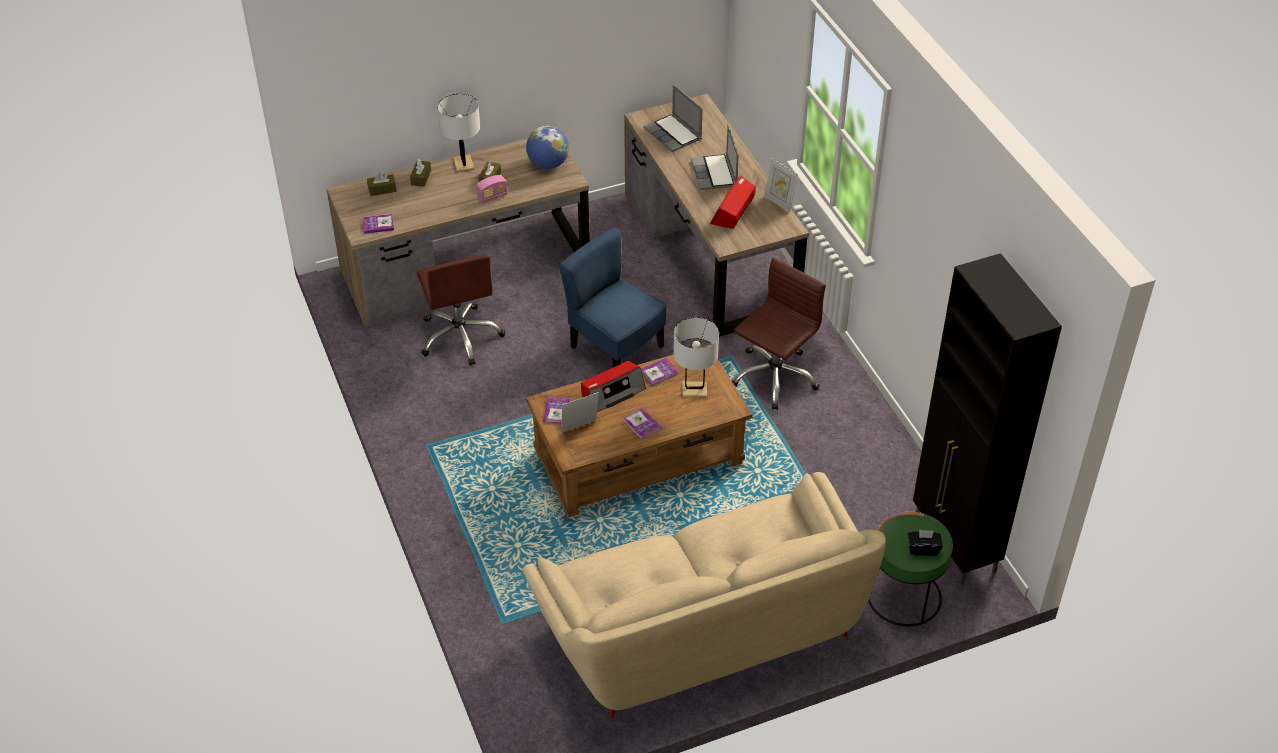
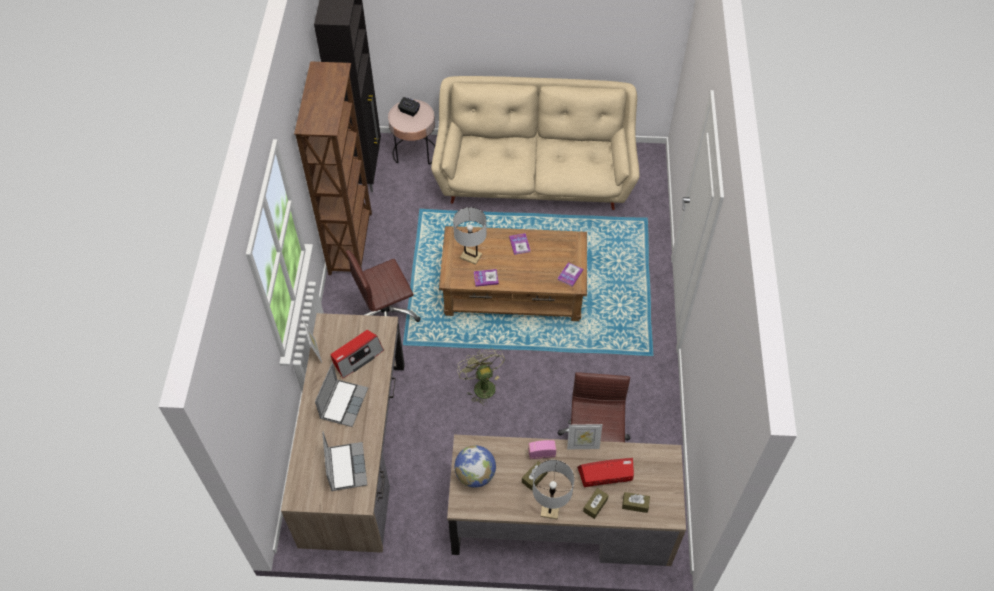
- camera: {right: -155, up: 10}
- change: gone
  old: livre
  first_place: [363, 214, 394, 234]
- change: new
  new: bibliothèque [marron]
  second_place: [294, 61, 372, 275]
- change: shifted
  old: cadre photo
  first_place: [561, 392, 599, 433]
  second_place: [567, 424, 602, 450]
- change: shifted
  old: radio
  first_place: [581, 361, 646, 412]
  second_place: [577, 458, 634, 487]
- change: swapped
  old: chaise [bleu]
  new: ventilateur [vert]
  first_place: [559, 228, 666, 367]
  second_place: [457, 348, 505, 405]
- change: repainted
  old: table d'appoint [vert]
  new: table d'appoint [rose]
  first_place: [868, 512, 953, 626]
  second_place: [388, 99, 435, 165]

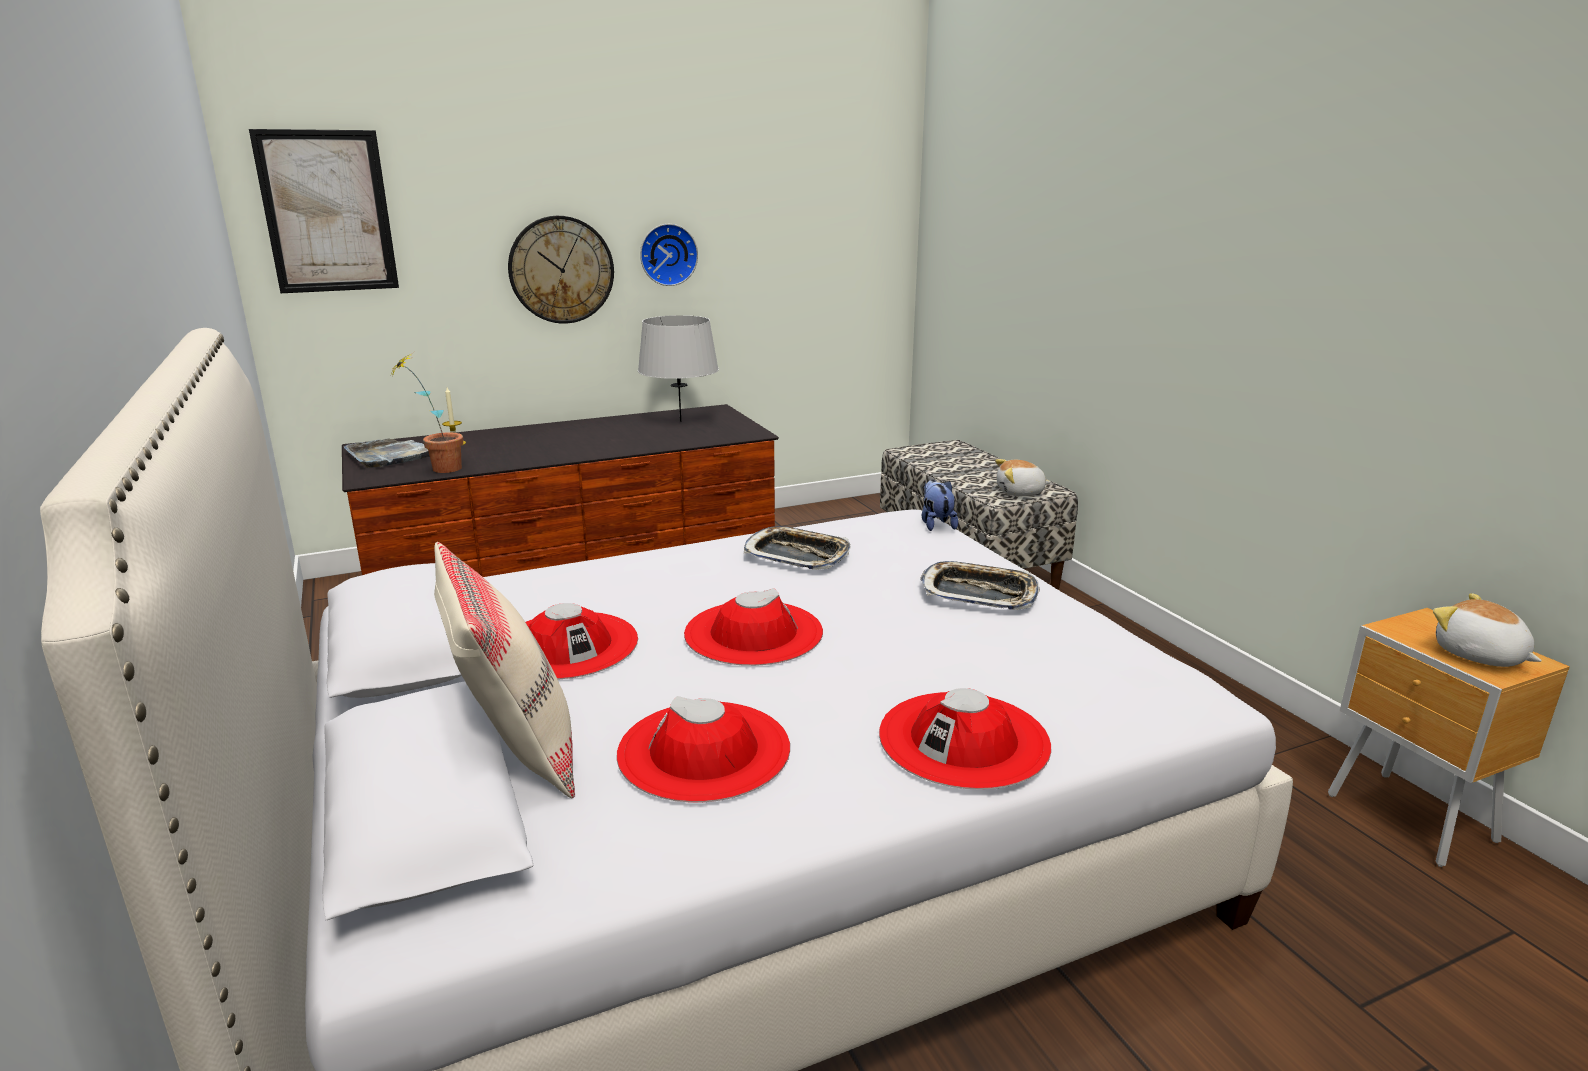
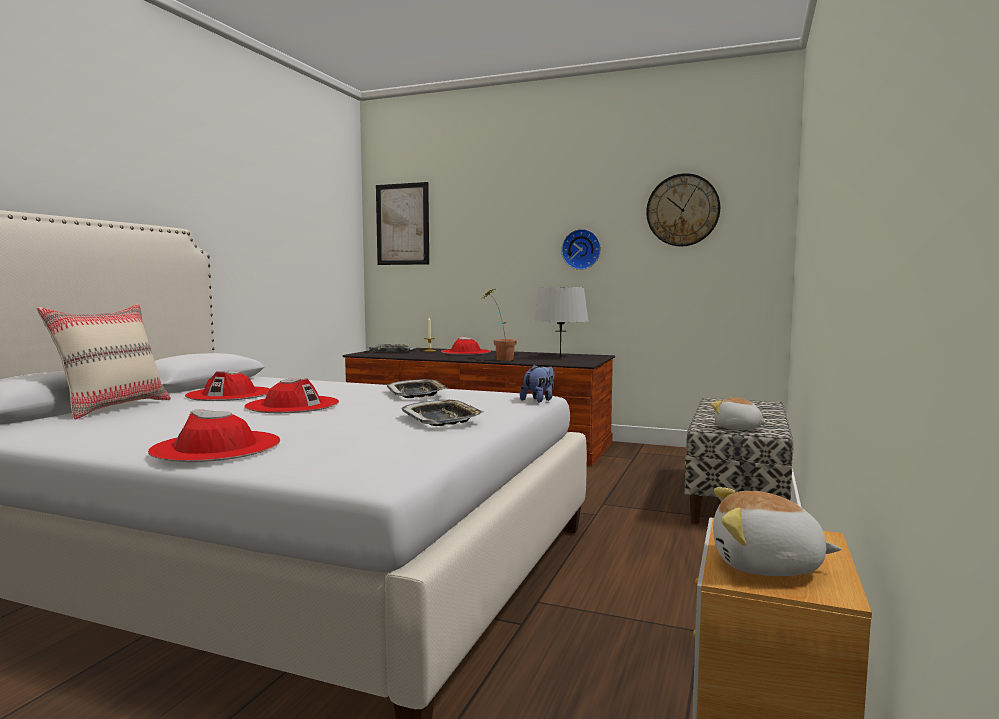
- camera: {right: 45, up: -15}
- change: shifted
  old: plante en pot
  first_place: [391, 354, 463, 473]
  second_place: [483, 288, 517, 361]
- change: shifted
  old: horloge murale
  first_place: [508, 216, 614, 324]
  second_place: [646, 173, 720, 246]
- change: shifted
  old: chapeau [rouge]
  first_place: [617, 696, 790, 802]
  second_place: [441, 336, 491, 355]
- change: rotated
  old: peluche
  first_place: [1433, 593, 1542, 667]
  second_place: [713, 487, 841, 576]
  degrees: -90

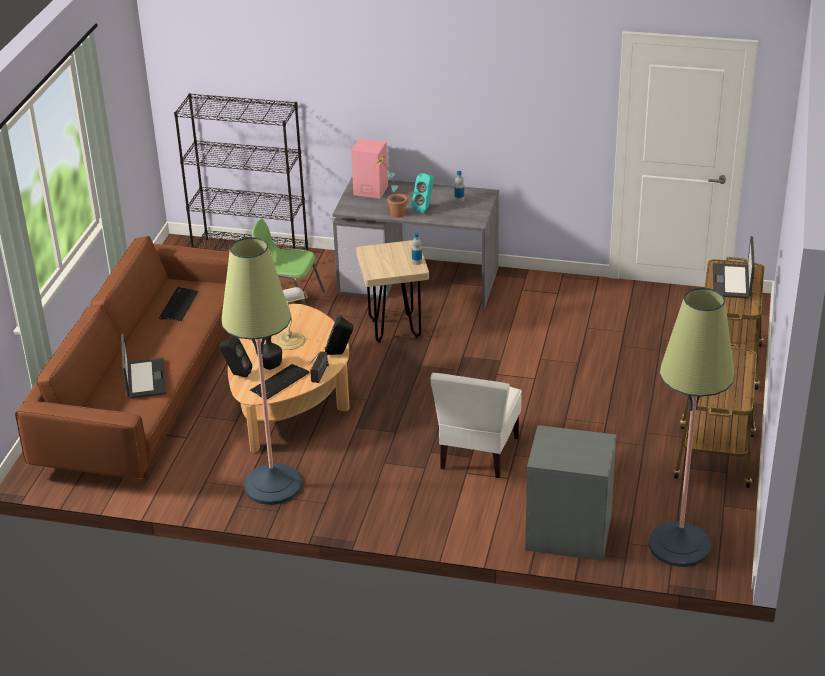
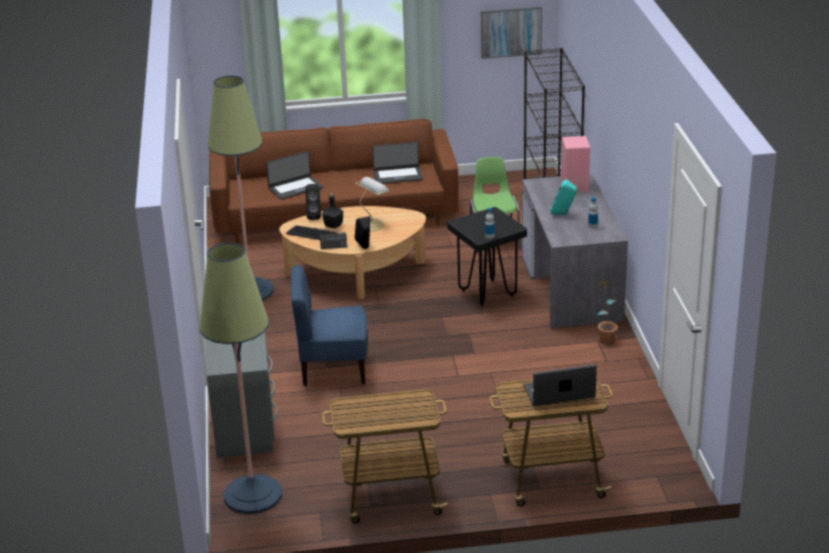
- camera: {right: 70, up: -5}
- change: new
  new: tableau
  second_place: [481, 6, 542, 59]
- change: shifted
  old: plante en pot
  first_place: [374, 156, 408, 218]
  second_place: [597, 282, 618, 345]
- change: swapped
  old: clavier
  new: ordinateur portable
  first_place: [159, 287, 199, 321]
  second_place: [372, 142, 423, 184]
- change: repainted
  old: tabouret [beige]
  new: tabouret [noir]
  first_place: [356, 240, 429, 343]
  second_place: [447, 207, 527, 307]
- change: repainted
  old: chaise [blanc]
  new: chaise [bleu]
  first_place: [430, 373, 522, 478]
  second_place: [291, 265, 368, 386]

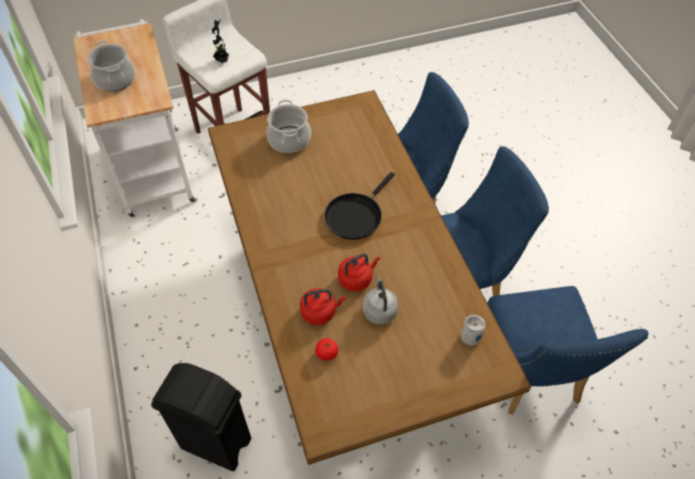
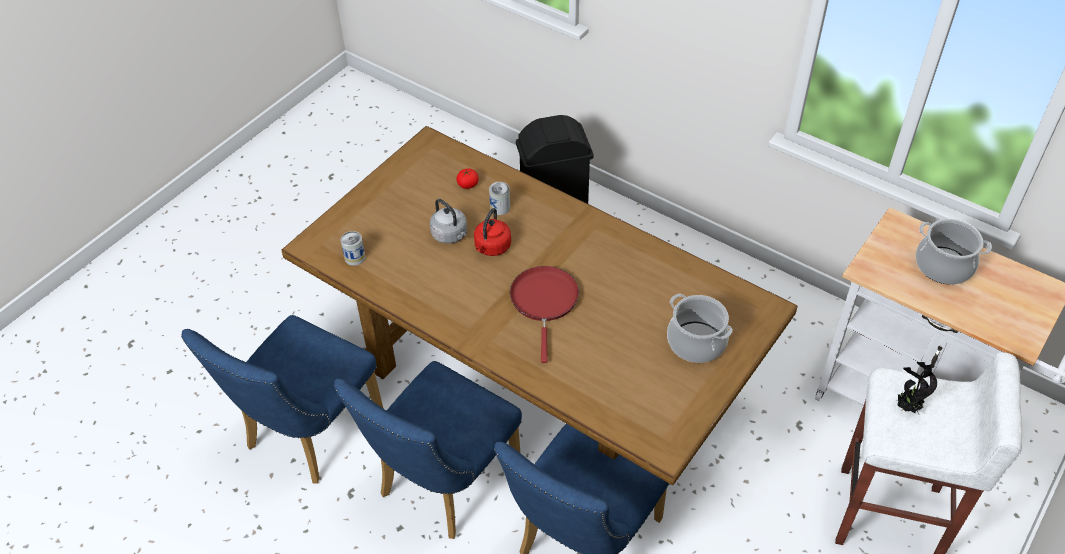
- camera: {right: 145, up: -5}
- change: swapped
  old: bouilloire [rouge]
  new: boîte métallique
  first_place: [300, 288, 346, 325]
  second_place: [489, 182, 510, 215]
- change: repainted
  old: poêle [noir]
  new: poêle [rouge]
  first_place: [324, 172, 395, 240]
  second_place: [510, 266, 579, 363]
- change: rotated
  old: chaise [bleu]
  first_place: [488, 286, 649, 415]
  second_place: [181, 315, 383, 484]
  degrees: -105

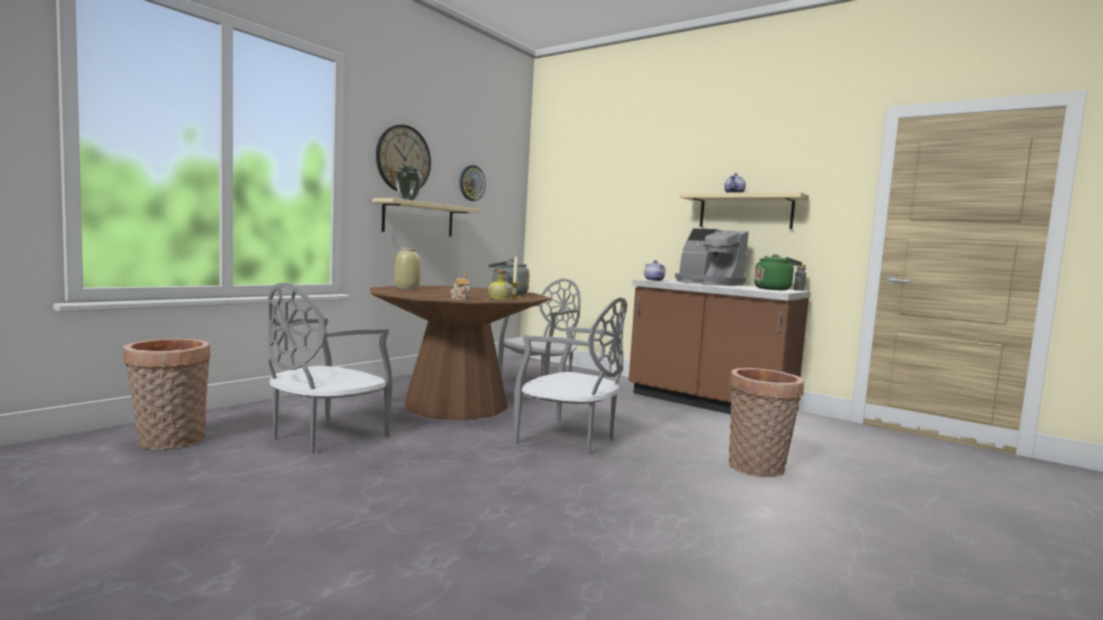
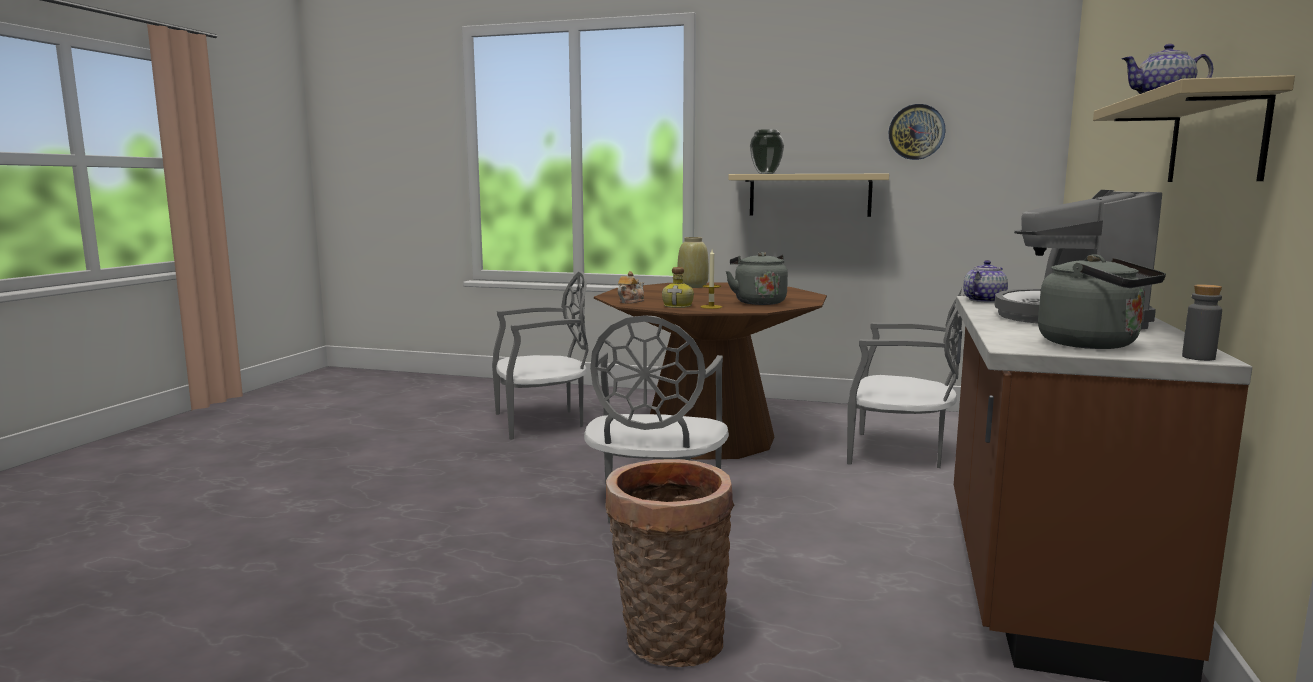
- camera: {right: 70, up: 5}
- change: gone
  old: panier
  first_place: [123, 339, 210, 449]
- change: gone
  old: horloge murale
  first_place: [376, 125, 431, 191]
- change: repainted
  old: bouilloire [vert]
  new: bouilloire [gris]
  first_place: [754, 254, 802, 290]
  second_place: [1038, 254, 1166, 349]
- change: rotated
  old: chaise [gris]
  first_place: [268, 282, 393, 453]
  second_place: [492, 271, 588, 440]
  degrees: 150

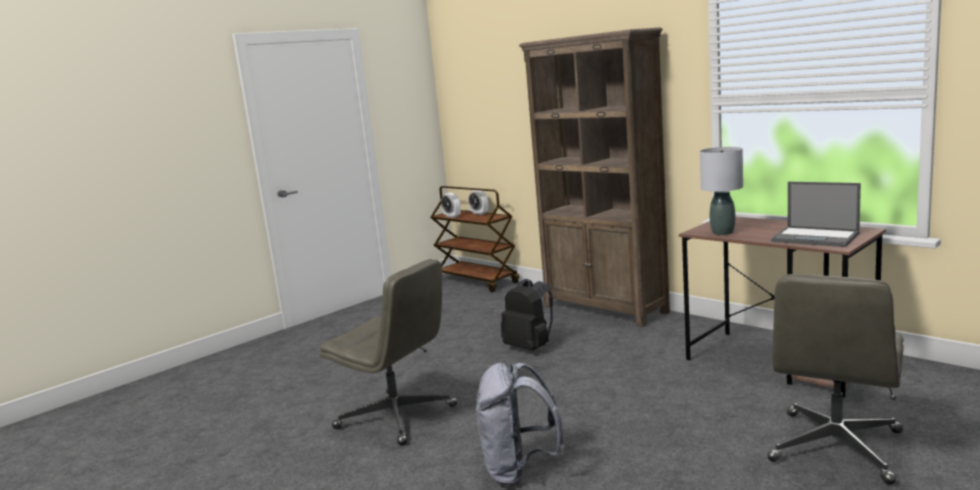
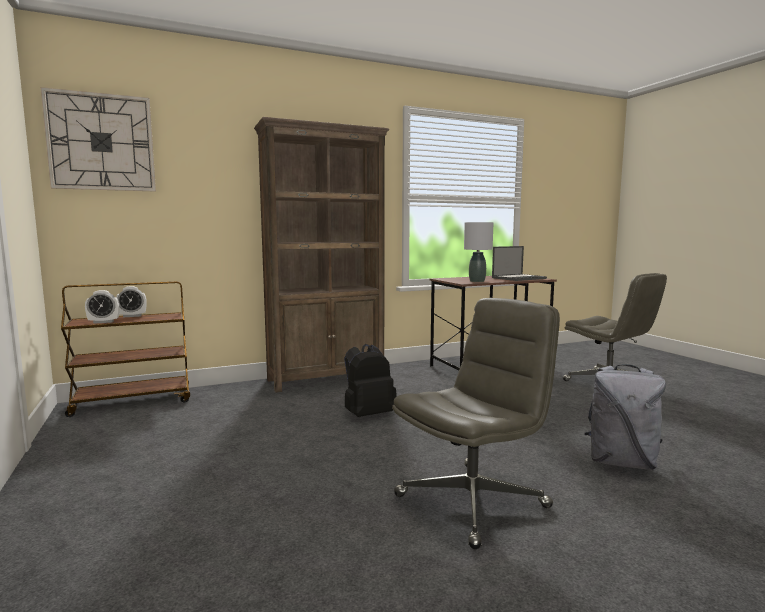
- camera: {right: -70, up: -5}
- change: new
  new: horloge murale
  second_place: [41, 87, 156, 192]

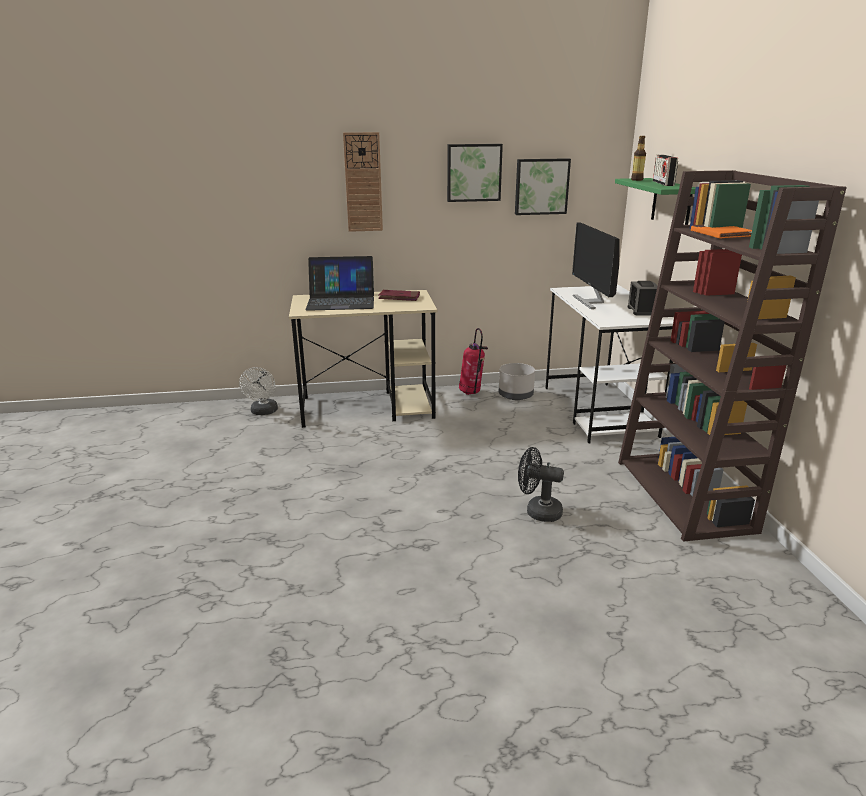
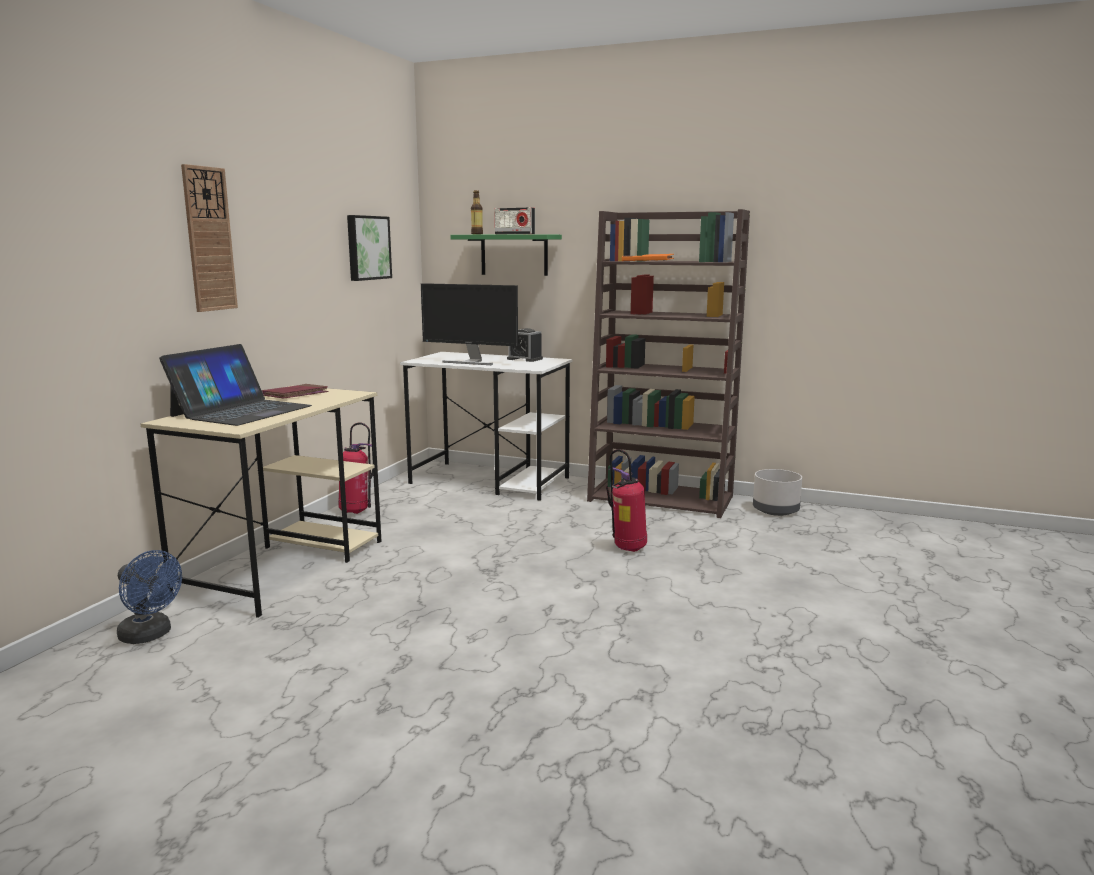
- camera: {right: -60, up: -10}
- change: gone
  old: tableau
  first_place: [447, 144, 503, 202]
- change: shifted
  old: cache-pot [gris]
  first_place: [499, 363, 535, 400]
  second_place: [753, 469, 802, 516]
- change: swapped
  old: ventilateur [noir]
  new: extincteur
  first_place: [518, 447, 564, 522]
  second_place: [606, 449, 647, 552]
- change: repainted
  old: ventilateur [blanc]
  new: ventilateur [bleu]
  first_place: [239, 367, 278, 415]
  second_place: [117, 550, 182, 644]

